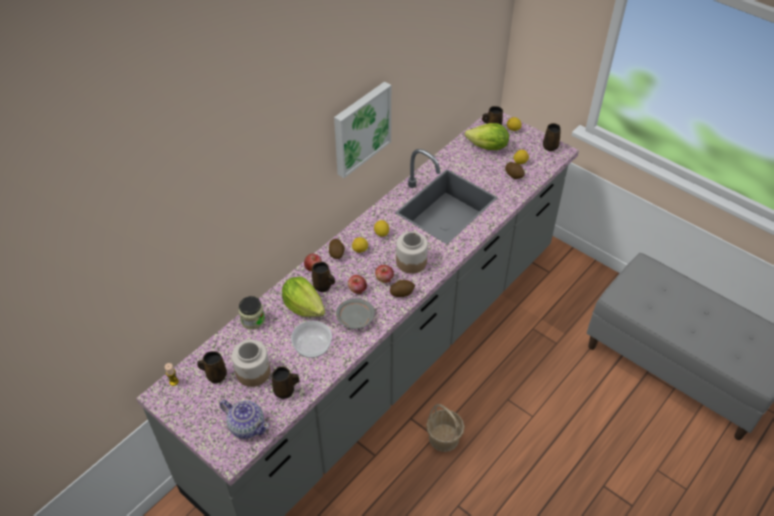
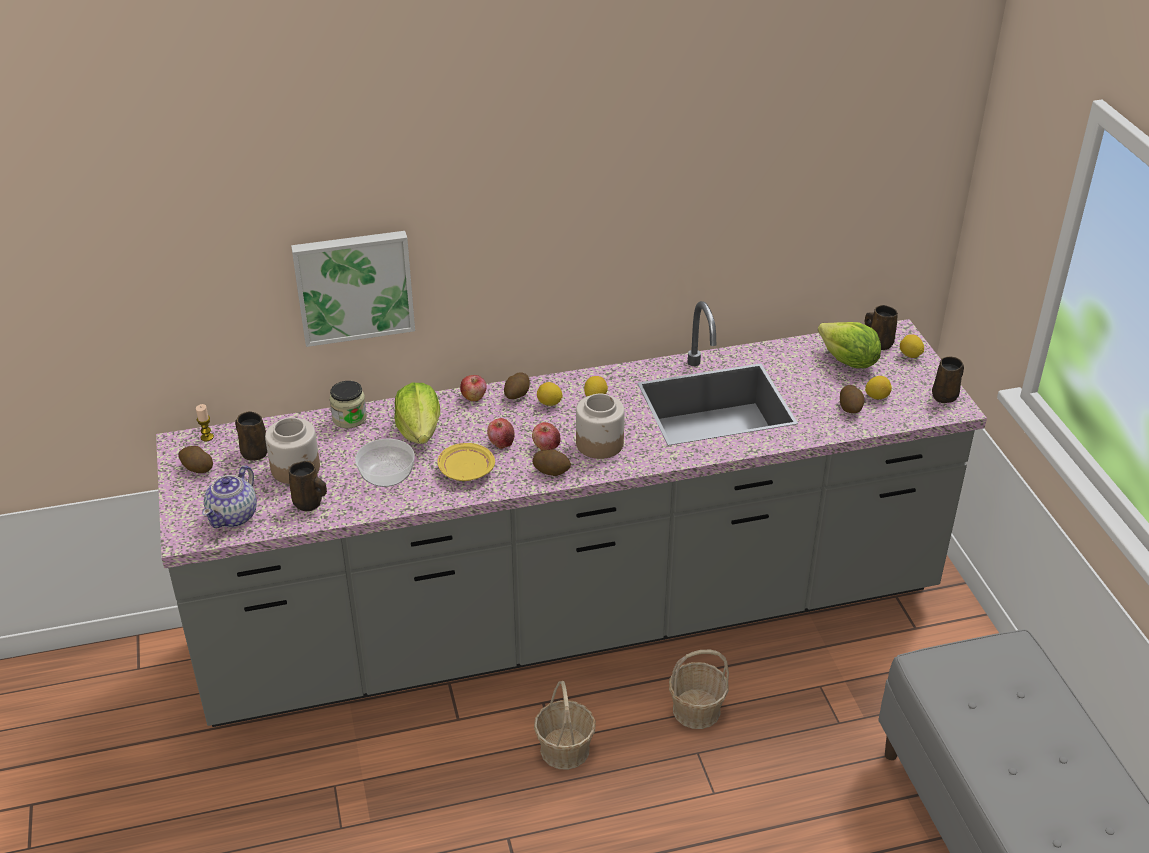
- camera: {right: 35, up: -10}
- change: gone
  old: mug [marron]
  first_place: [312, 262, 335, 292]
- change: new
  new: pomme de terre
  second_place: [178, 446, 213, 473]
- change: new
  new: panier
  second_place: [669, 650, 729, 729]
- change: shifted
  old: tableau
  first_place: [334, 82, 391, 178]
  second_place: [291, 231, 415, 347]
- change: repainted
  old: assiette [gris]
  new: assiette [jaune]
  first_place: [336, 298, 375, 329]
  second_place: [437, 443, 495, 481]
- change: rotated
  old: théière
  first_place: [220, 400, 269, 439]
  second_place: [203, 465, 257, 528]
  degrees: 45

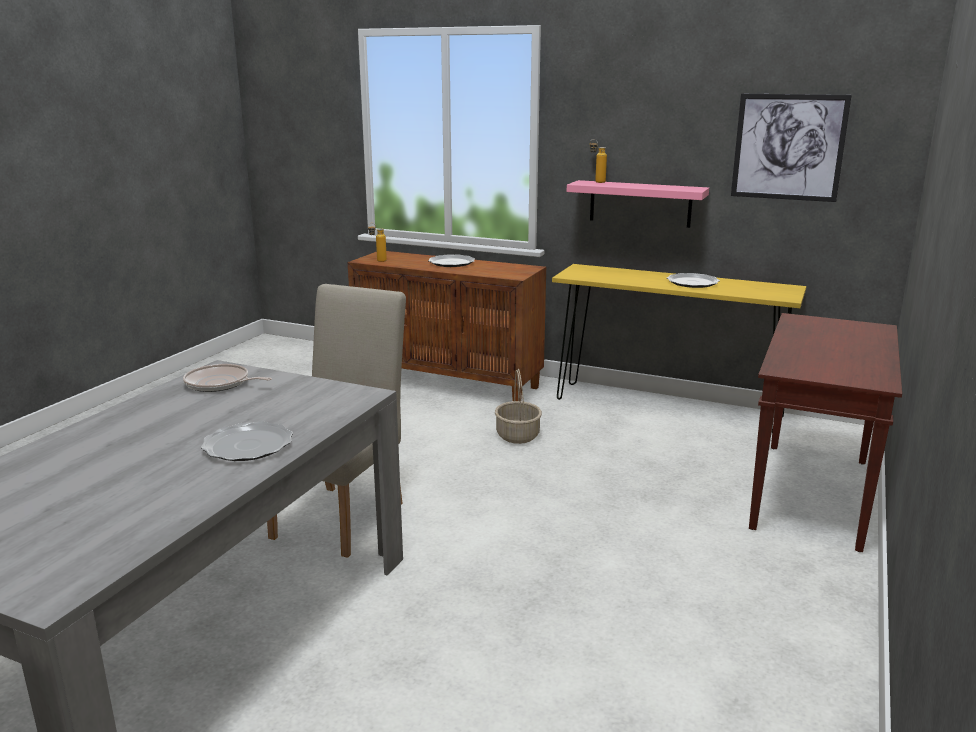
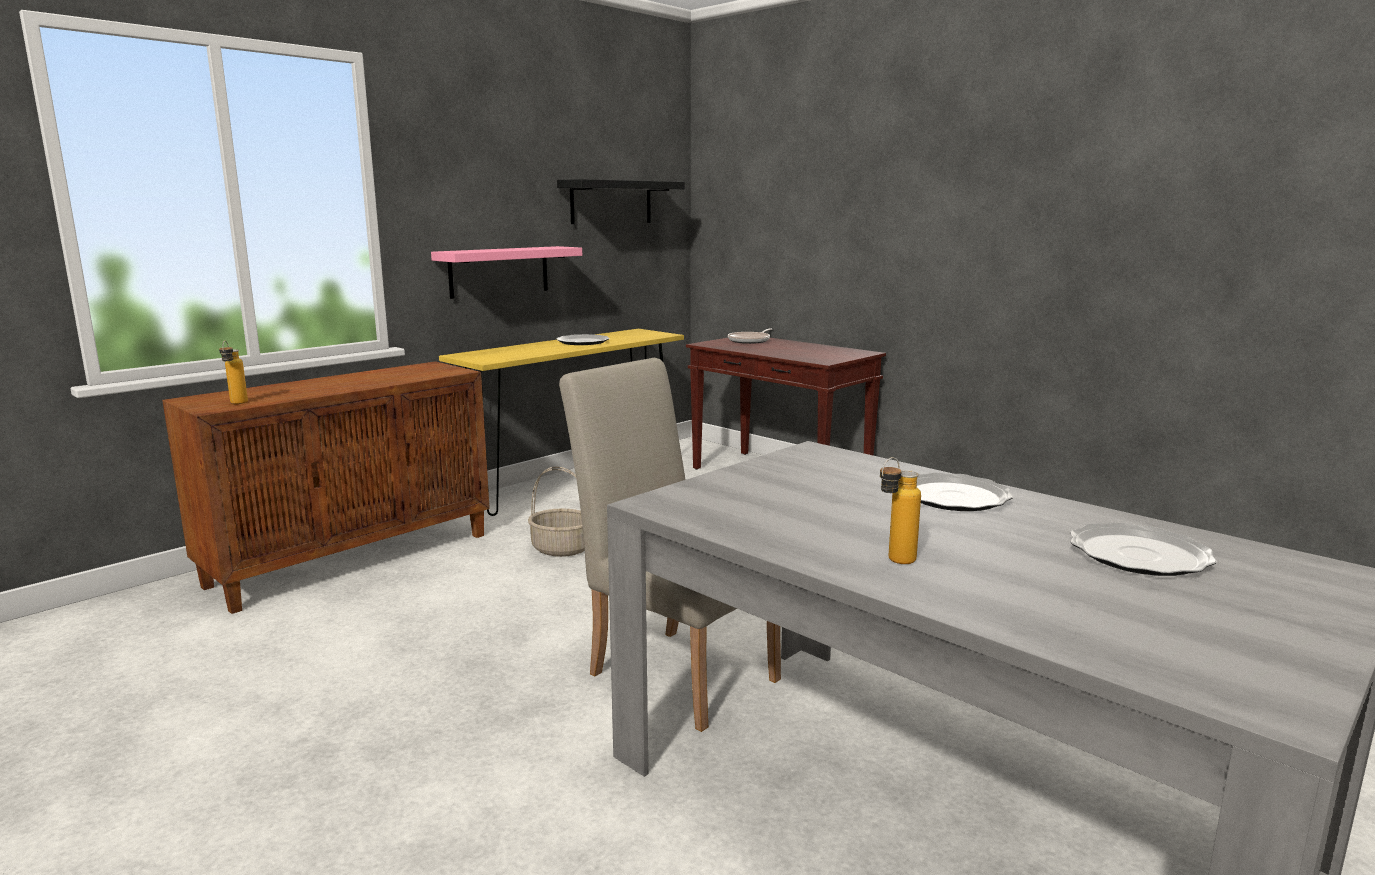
- camera: {right: -70, up: -5}
- change: shifted
  old: poêle
  first_place: [183, 364, 272, 392]
  second_place: [728, 328, 772, 344]
- change: shifted
  old: assiette
  first_place: [428, 254, 475, 267]
  second_place: [1070, 523, 1217, 576]
- change: shifted
  old: bouteille
  first_place: [590, 139, 607, 183]
  second_place: [880, 457, 921, 564]
- change: swapped
  old: tableau
  new: étagère [noir]
  first_place: [731, 94, 852, 202]
  second_place: [557, 179, 685, 224]

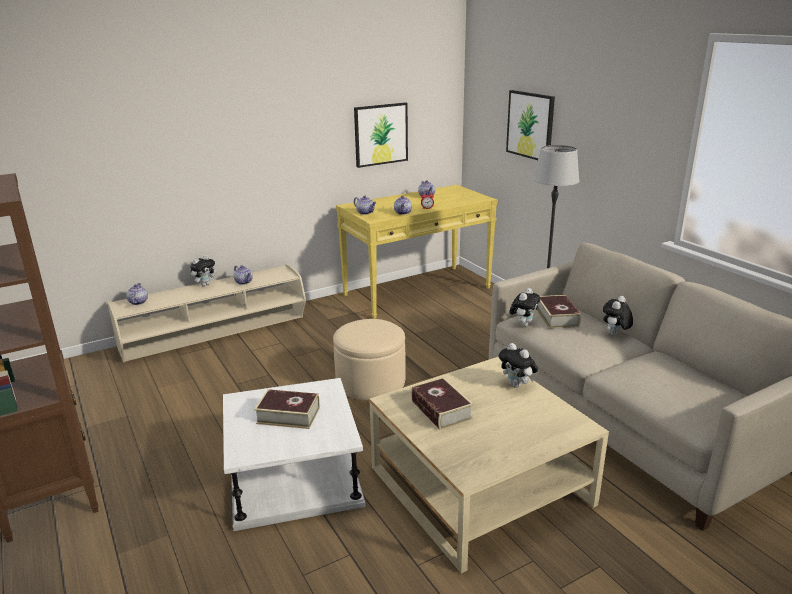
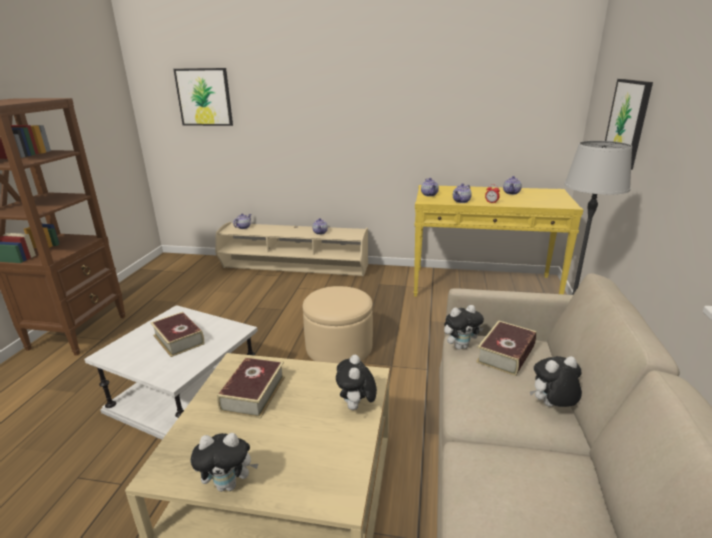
- camera: {right: 40, up: 0}
- change: shifted
  old: peluche
  first_place: [190, 255, 217, 286]
  second_place: [191, 433, 258, 492]
- change: shifted
  old: tableau
  first_place: [354, 102, 408, 168]
  second_place: [173, 68, 233, 126]

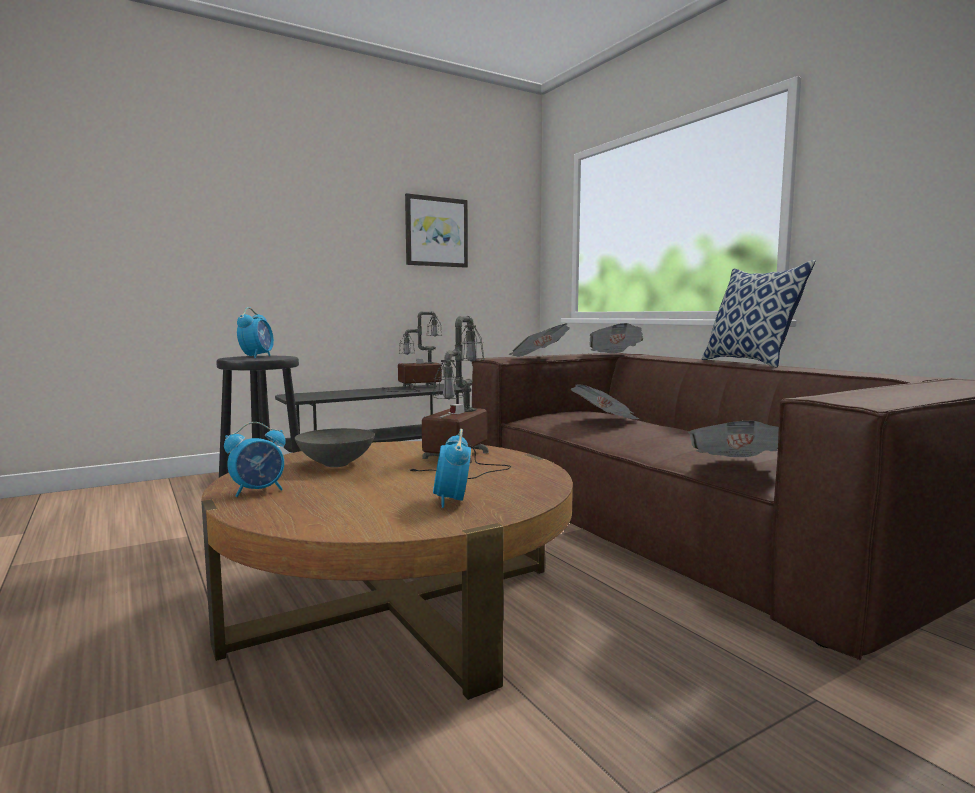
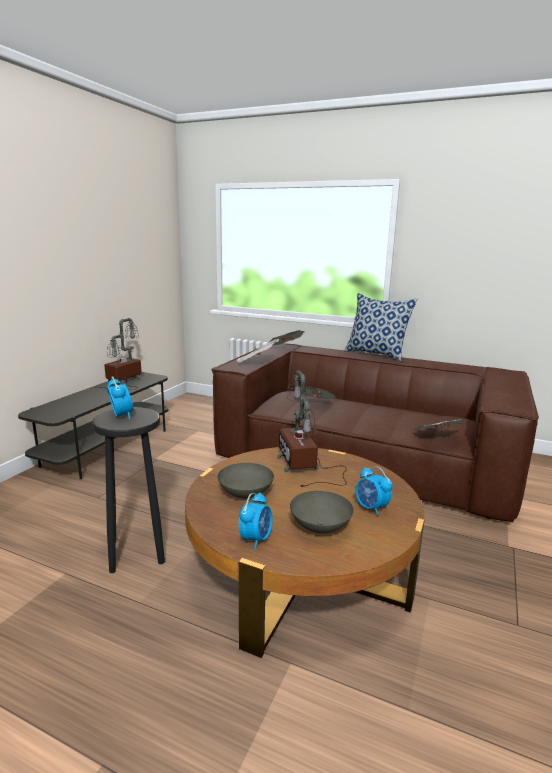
- camera: {right: -35, up: 10}
- change: gone
  old: tableau
  first_place: [405, 193, 468, 268]
- change: new
  new: bol [gris]
  second_place: [290, 491, 353, 533]

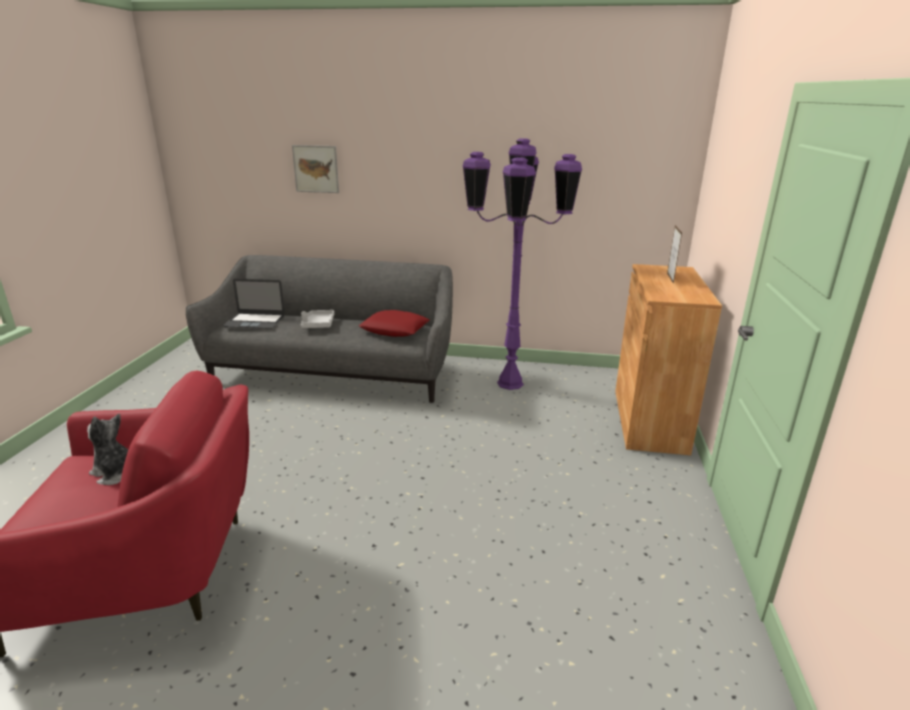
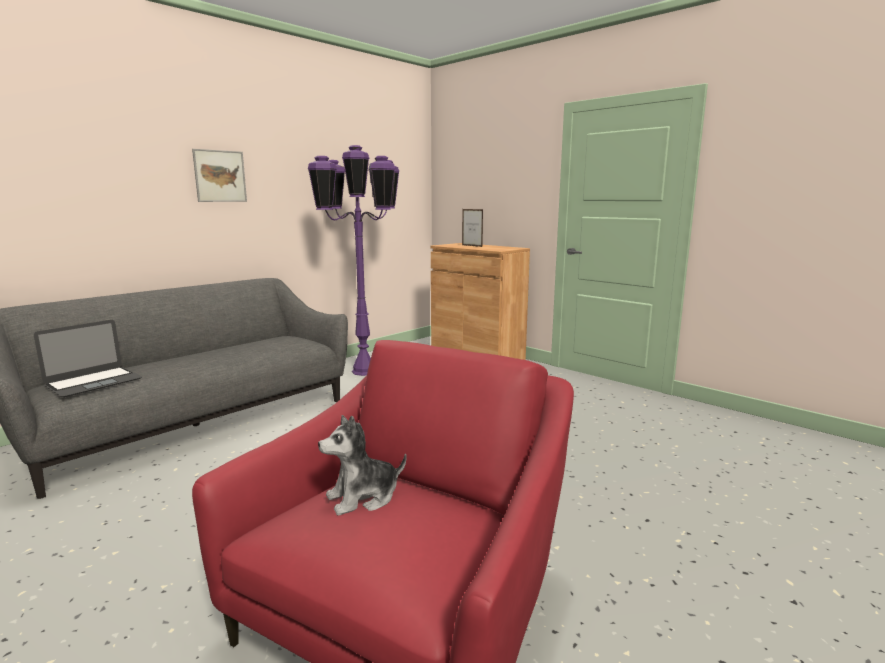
- camera: {right: -55, up: -10}
- change: gone
  old: plateau [gris]
  first_place: [301, 310, 334, 328]
- change: gone
  old: coussin [rouge]
  first_place: [359, 310, 430, 337]
- change: shifted
  old: tableau
  first_place: [292, 145, 339, 193]
  second_place: [192, 149, 247, 202]

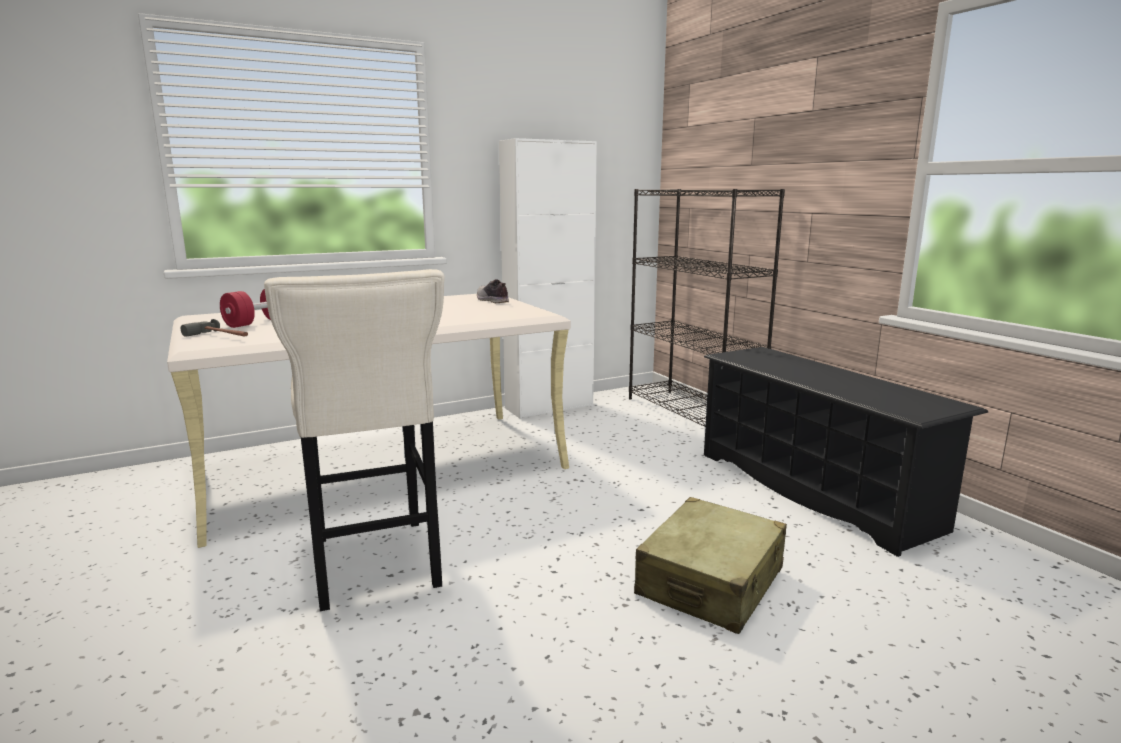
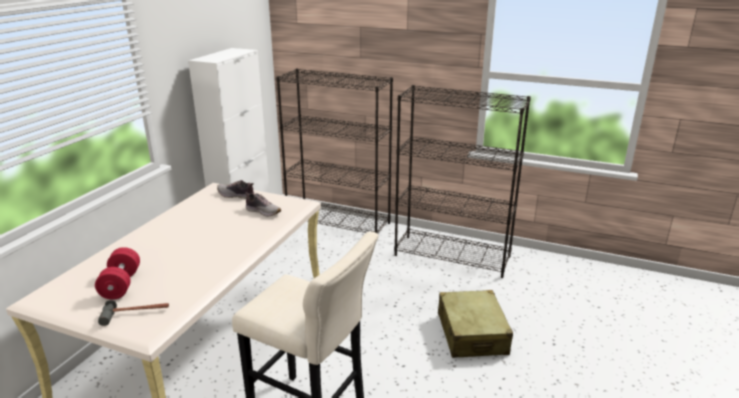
- camera: {right: -40, up: 10}
- change: new
  new: chaussure
  second_place: [245, 192, 281, 217]
- change: swapped
  old: étagère à chaussures [noir]
  new: bibliothèque [noir]
  first_place: [704, 347, 988, 557]
  second_place: [394, 85, 531, 278]

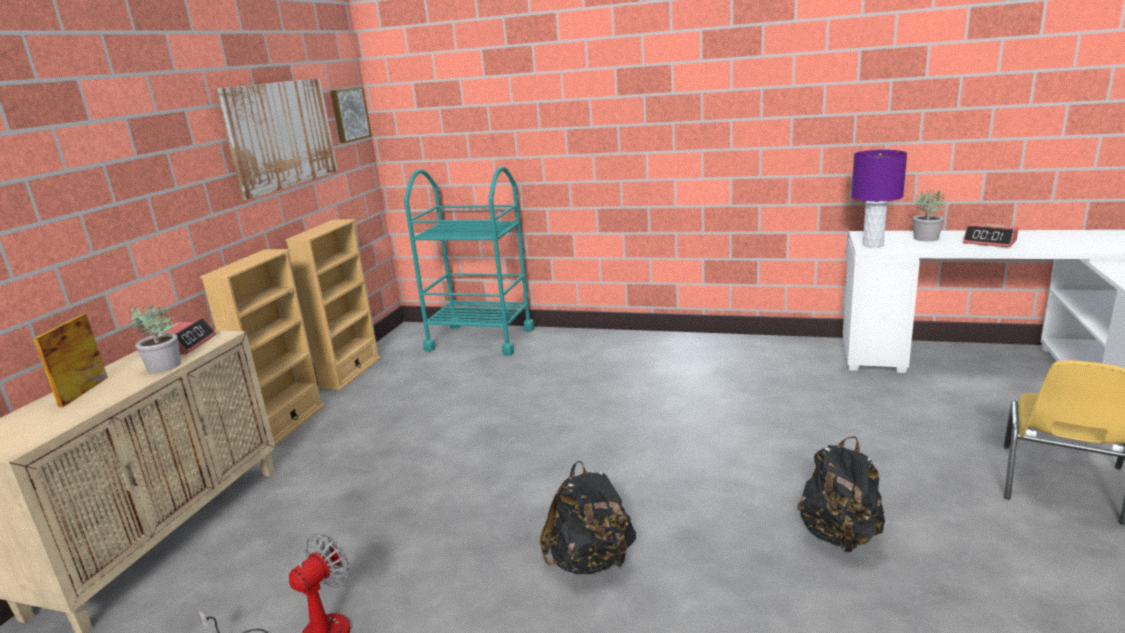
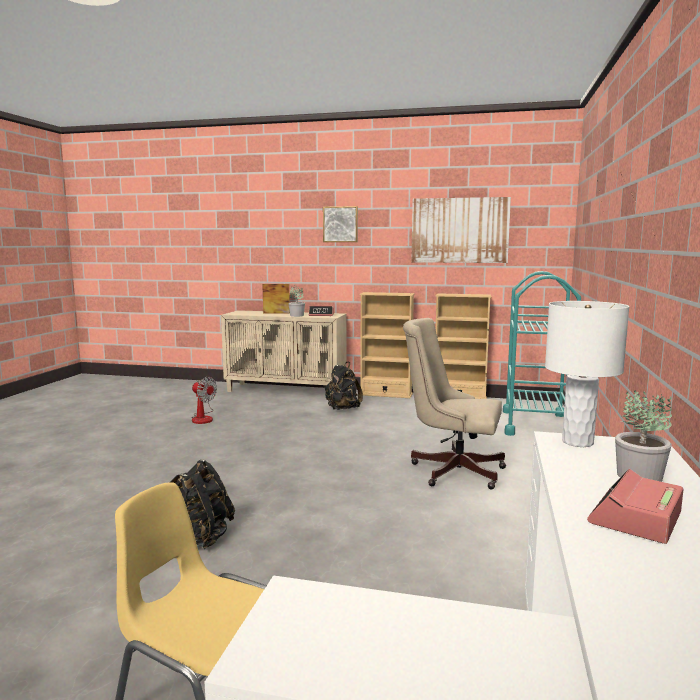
- camera: {right: 85, up: -10}
- change: new
  new: chaise de bureau [beige]
  second_place: [403, 318, 506, 489]
- change: shifted
  old: tableau
  first_place: [330, 87, 372, 143]
  second_place: [323, 206, 358, 242]
- change: shifted
  old: sac à dos [noir]
  first_place: [539, 461, 636, 574]
  second_place: [325, 362, 363, 410]
- change: repainted
  old: lampe de table [violet]
  new: lampe de table [blanc]
  first_place: [851, 150, 907, 248]
  second_place: [545, 301, 630, 447]

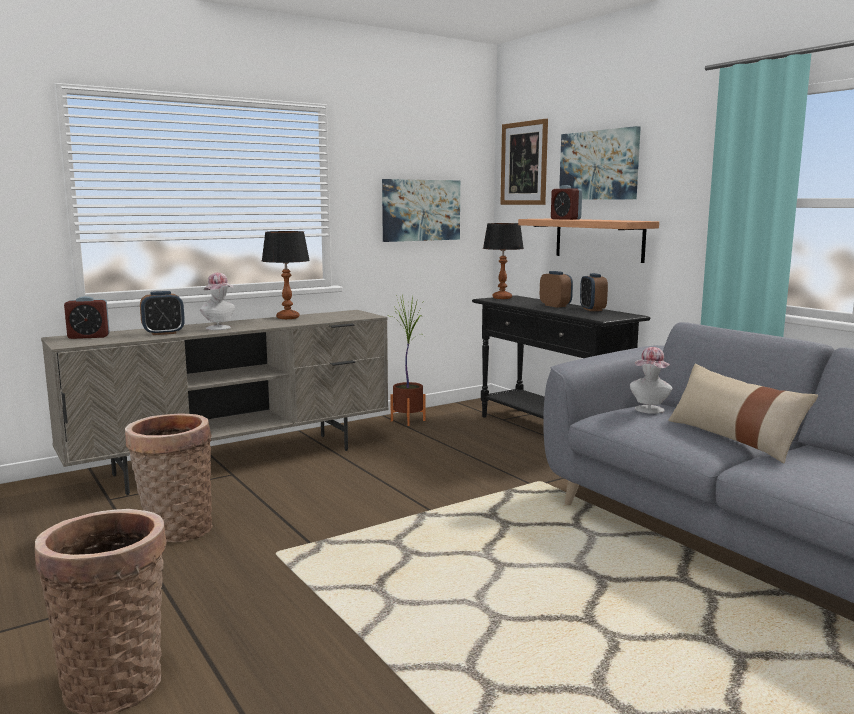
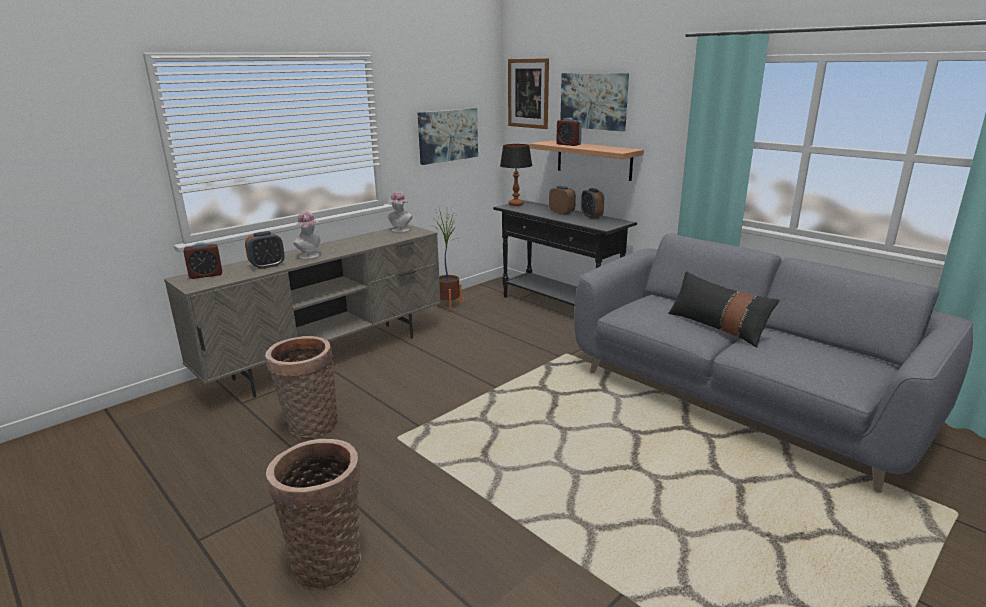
- camera: {right: -10, up: 10}
- change: gone
  old: lampe de table
  first_place: [262, 231, 310, 319]
- change: shifted
  old: chapeau
  first_place: [630, 347, 673, 414]
  second_place: [387, 191, 412, 232]
- change: repainted
  old: coussin [beige]
  new: coussin [noir]
  first_place: [668, 364, 818, 463]
  second_place: [668, 271, 780, 348]

